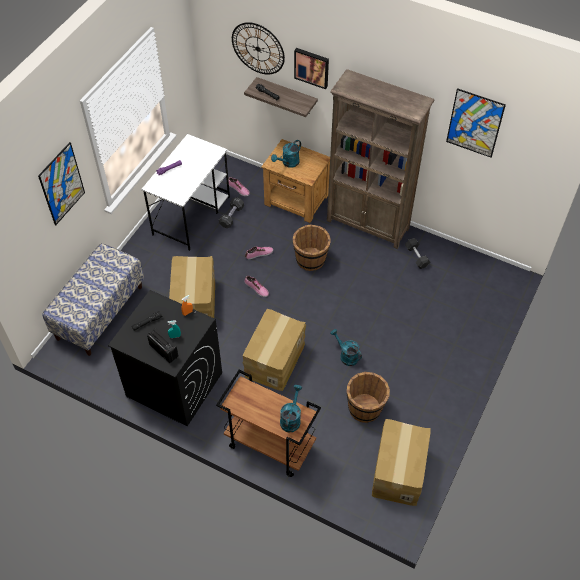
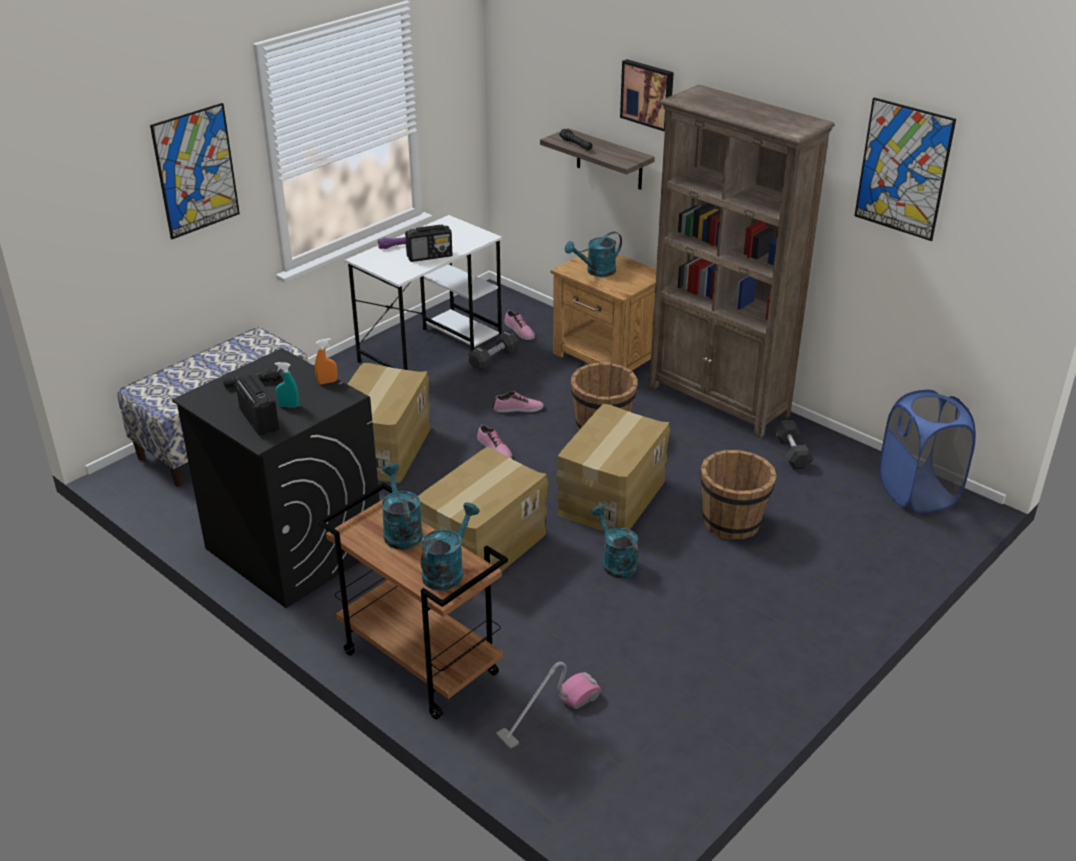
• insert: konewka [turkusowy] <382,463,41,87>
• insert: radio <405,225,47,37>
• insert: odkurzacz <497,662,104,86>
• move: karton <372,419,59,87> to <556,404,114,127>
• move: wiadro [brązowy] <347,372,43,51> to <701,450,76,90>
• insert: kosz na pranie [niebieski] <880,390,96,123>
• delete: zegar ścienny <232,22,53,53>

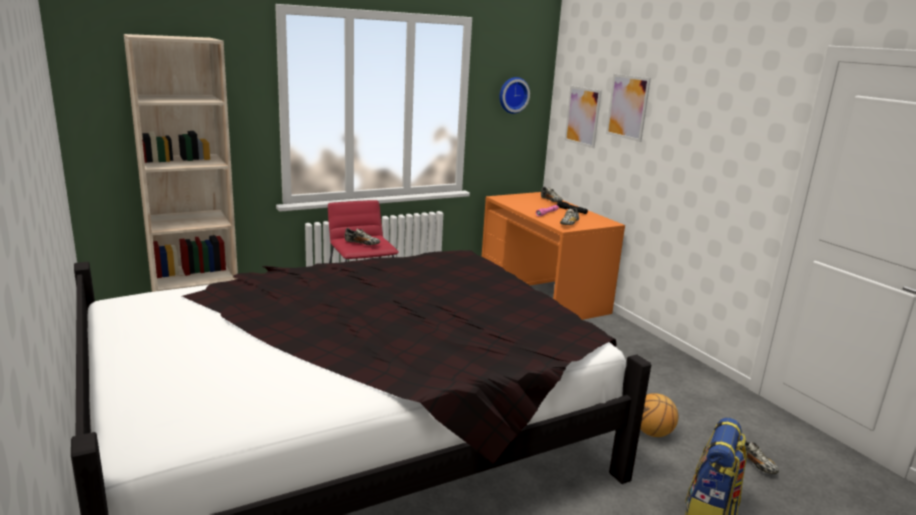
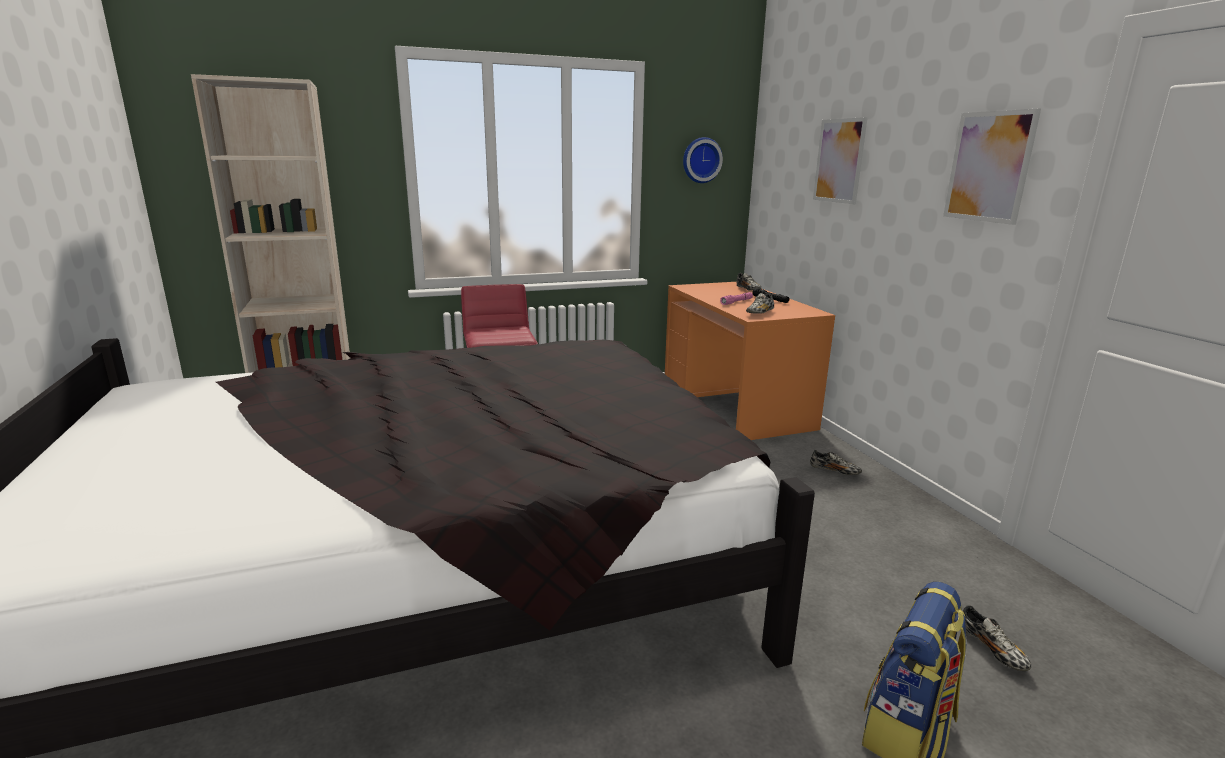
• move: but <345,228,35,17> to <810,450,52,25>
• move: obraz <565,86,37,62> to <943,109,98,116>
• delete: piłka do koszykówki <640,393,38,44>

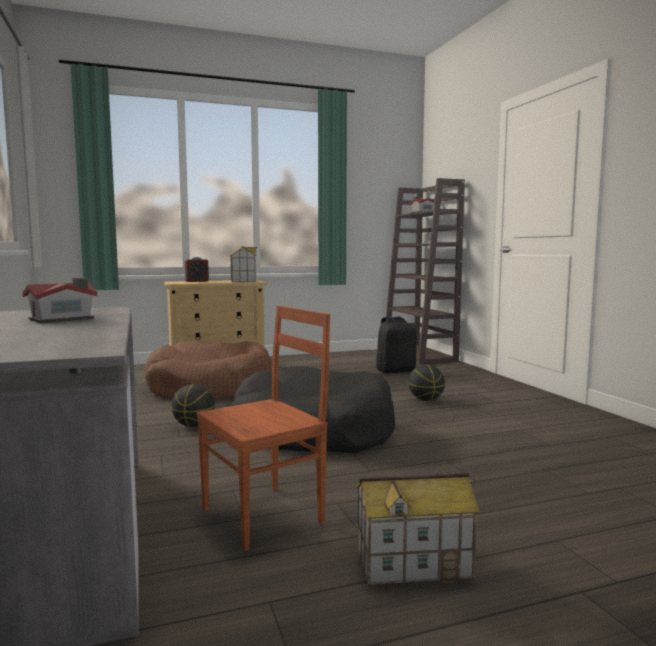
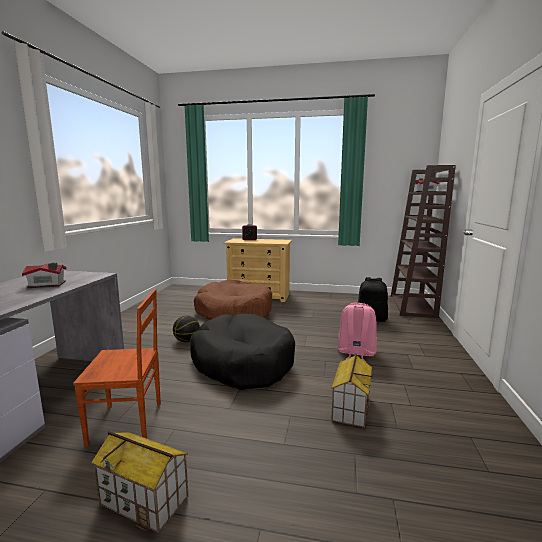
• move: domek <230,246,27,37> to <331,354,42,74>
• replace: piłka do koszykówki <408,365,37,36> to plecak [różowy] <337,303,40,59>

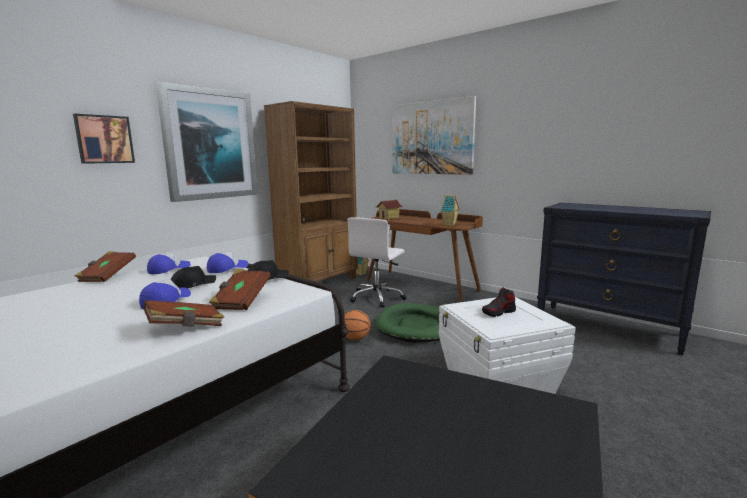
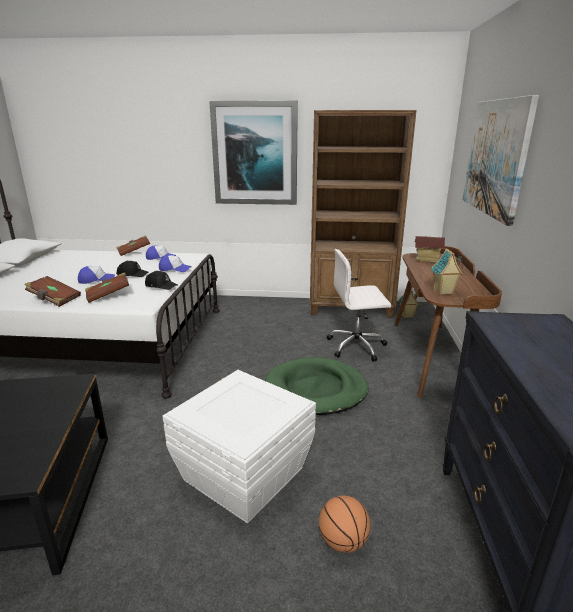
• move: piłka do koszykówki <344,310,27,30> to <319,495,52,58>
• delete: obraz <73,114,62,50>
• delete: but <482,287,34,30>

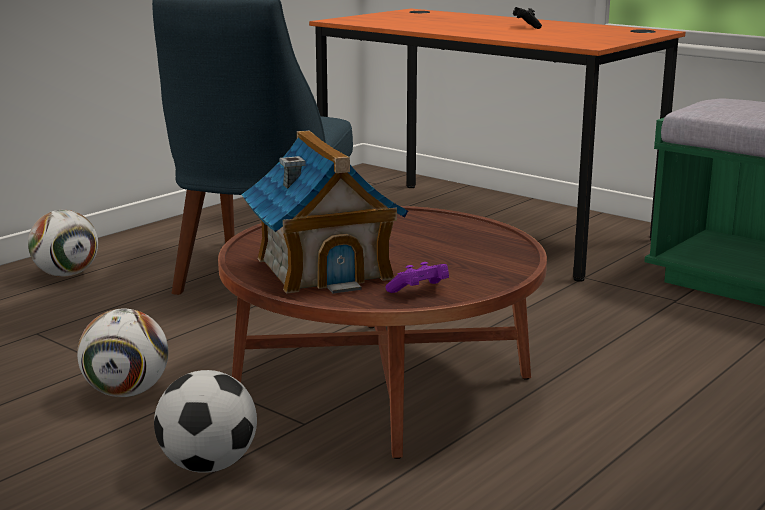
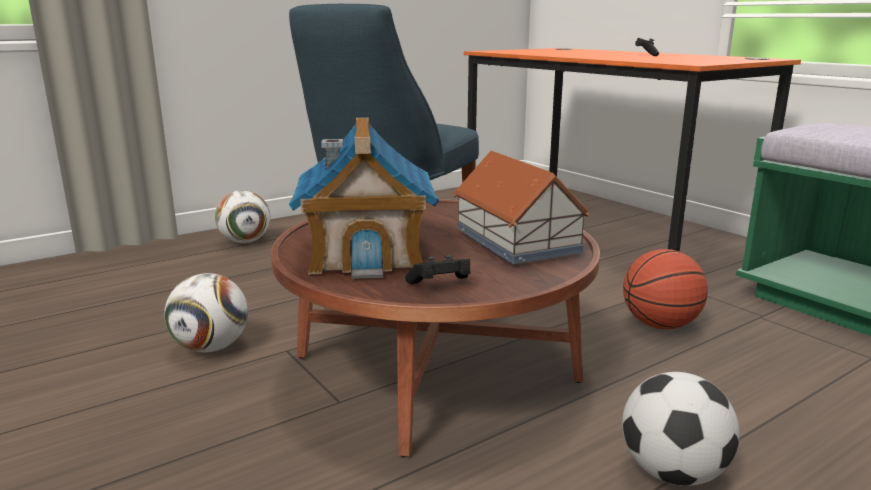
• recolor: pad do gier [fioletowy] <385,262,64,31> to pad do gier [czarny] <405,255,66,29>
• insert: domek <453,151,137,113>
• move: piłka futbolowa <154,370,103,103> to <622,372,118,114>
• insert: piłka do koszykówki <623,249,85,80>

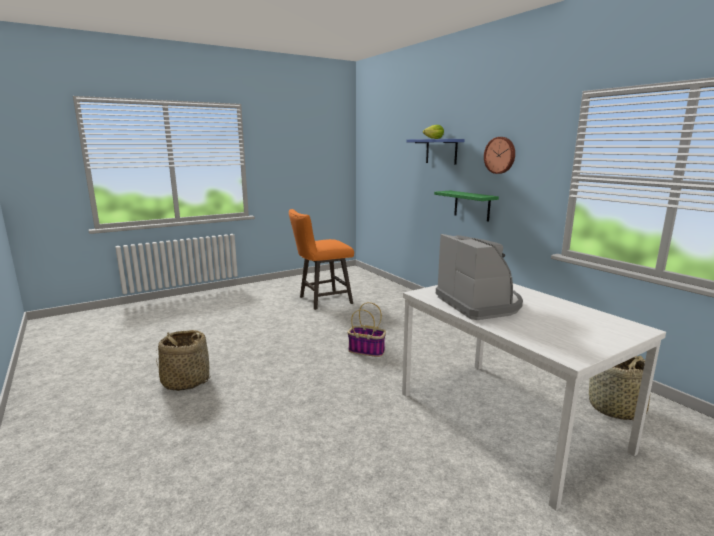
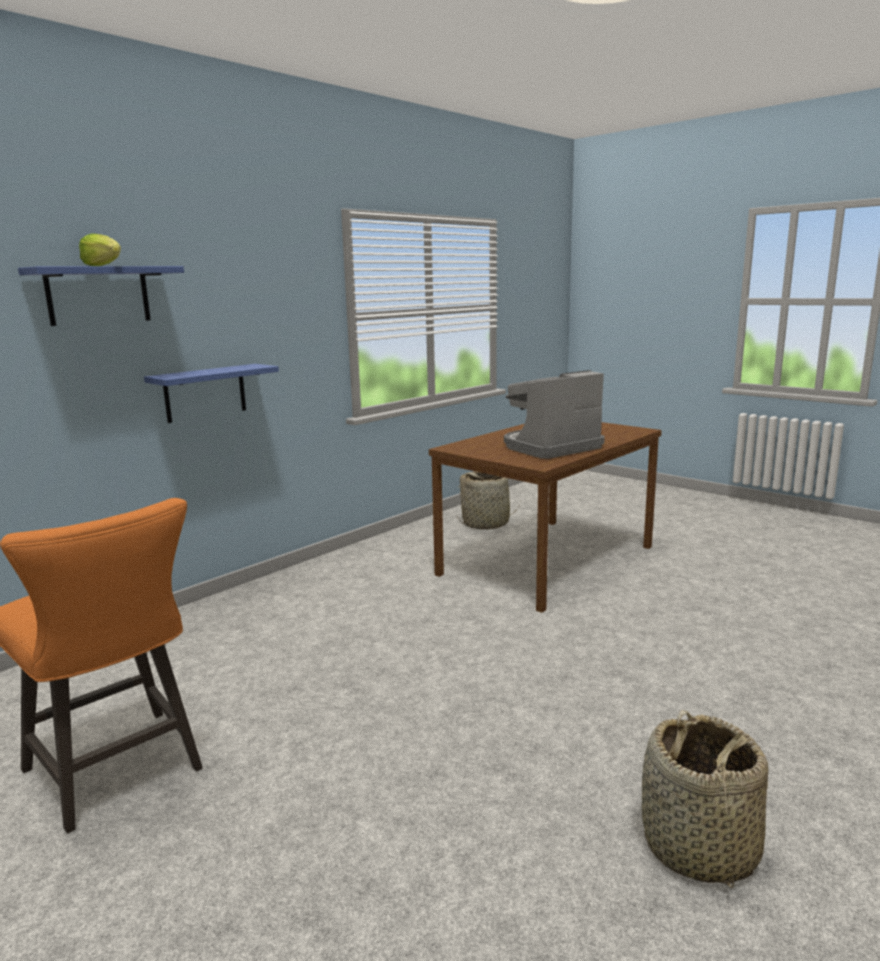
• recolor: półka [zielony] <434,191,65,31> to półka [niebieski] <144,364,135,59>
• recolor: stół jadalny [biały] <402,283,264,228> to stół jadalny [brązowy] <429,422,233,191>
• delete: koszyk <348,302,38,55>
• delete: zegar ścienny <484,137,31,37>

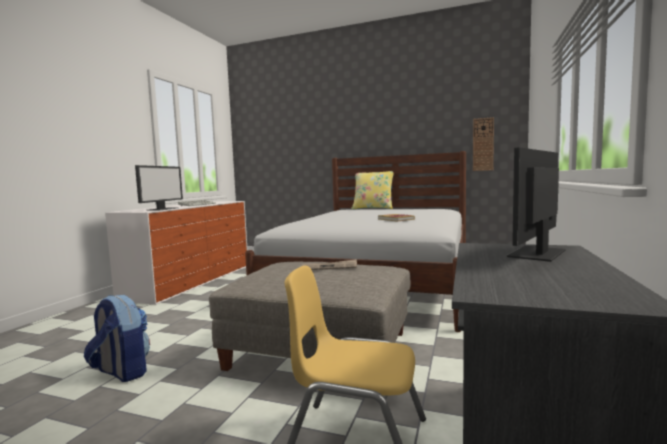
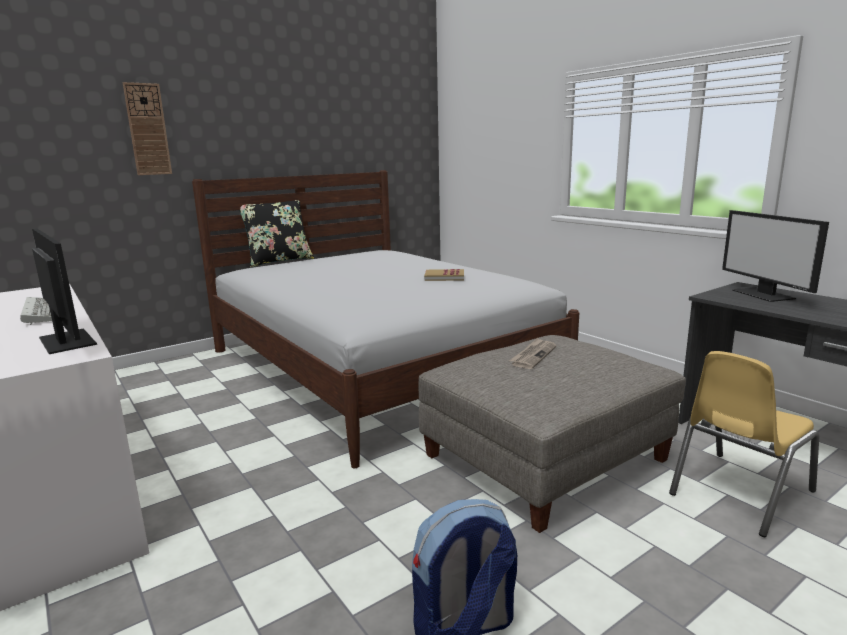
• move: zegar ścienny <473,117,21,54> to <123,82,49,93>
• recolor: poduszka [żółty] <351,171,43,38> to poduszka [czarny] <239,200,75,67>

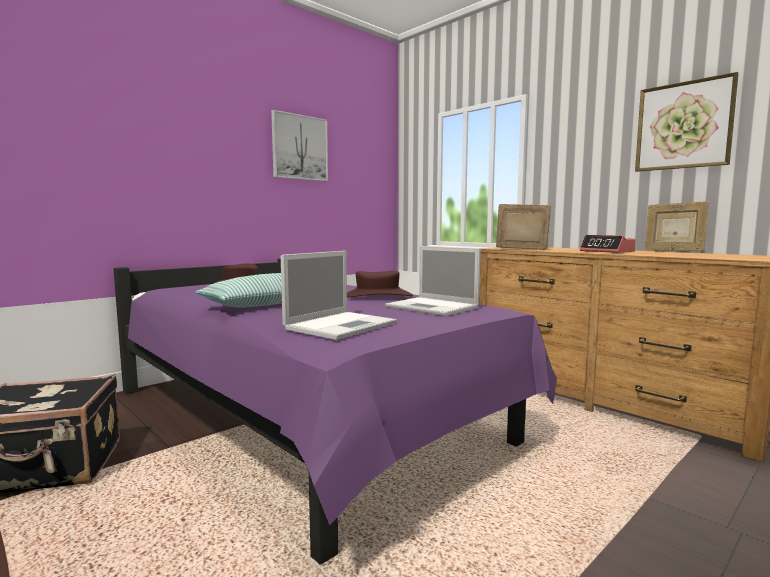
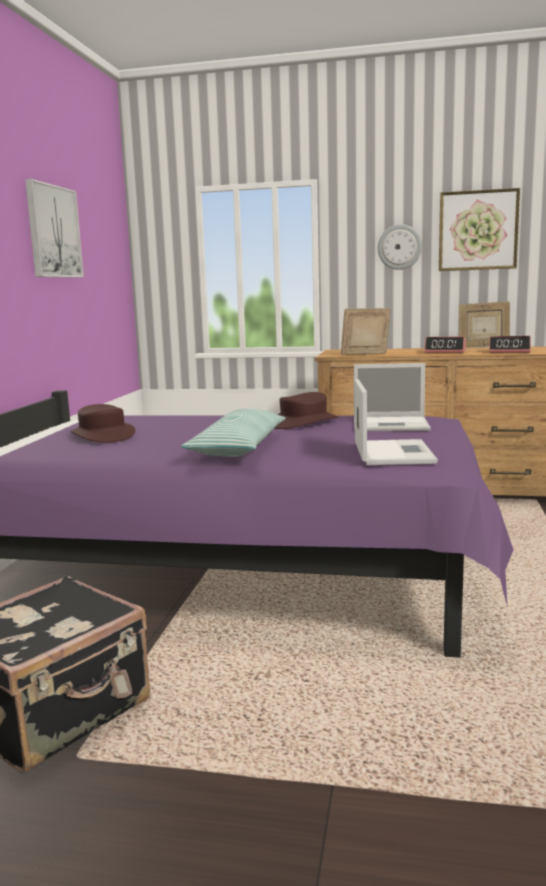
• insert: zegar ścienny <378,224,44,46>
• insert: budzik <489,336,42,17>

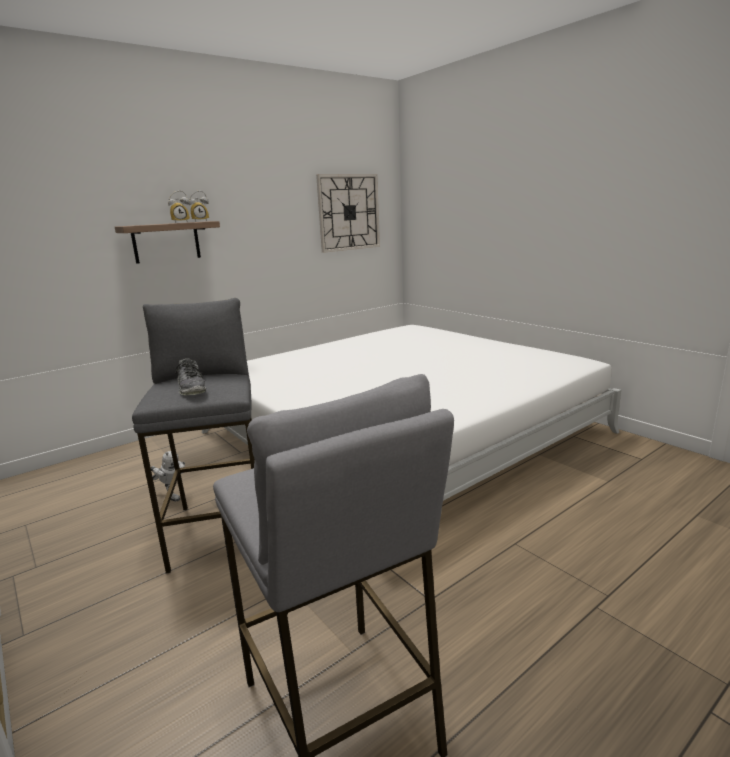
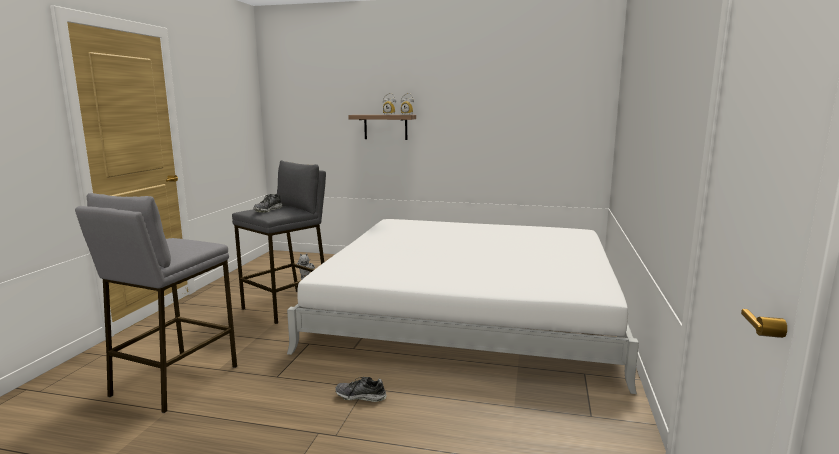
• insert: but <335,377,51,25>
• delete: zegar ścienny <316,174,64,79>

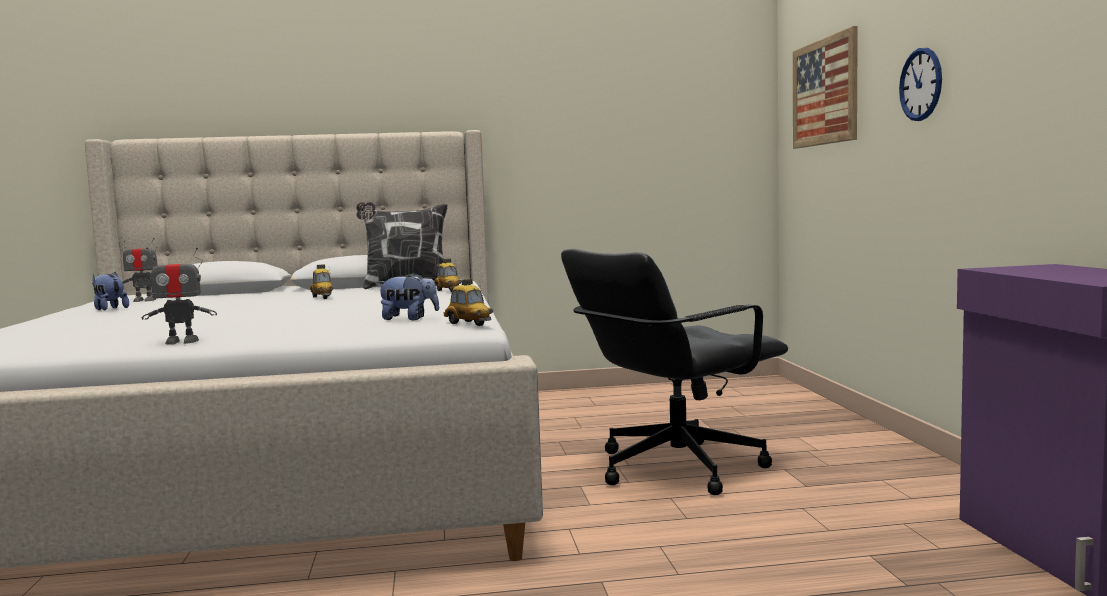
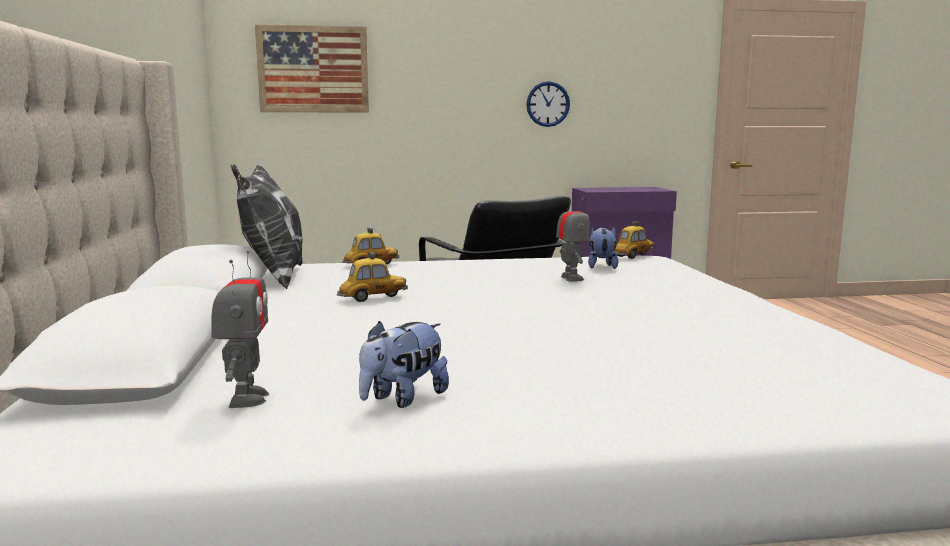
• move: zegar ścienny <899,48,43,73> to <526,81,44,46>
• move: robot zabawkowy <142,247,75,98> to <556,197,34,85>

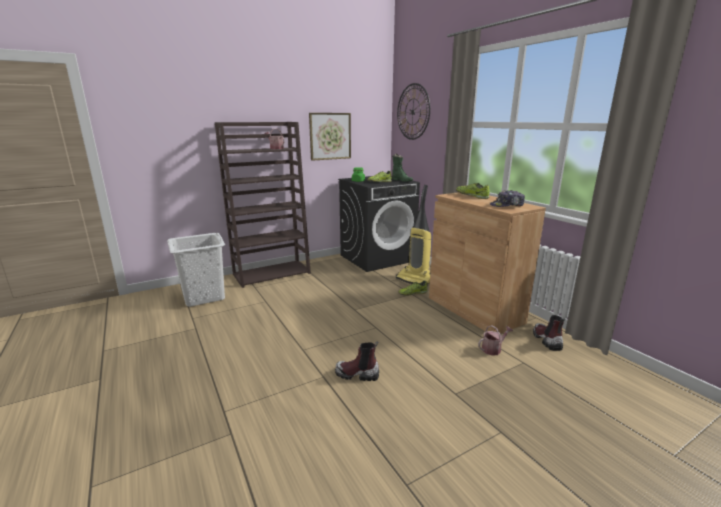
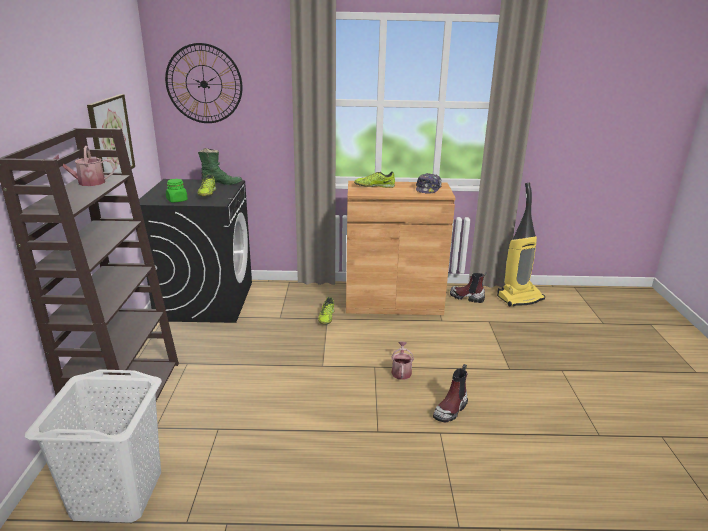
• move: konewka <478,325,35,31> to <391,342,23,38>
• move: odkurzacz <396,185,35,100> to <497,183,48,123>

